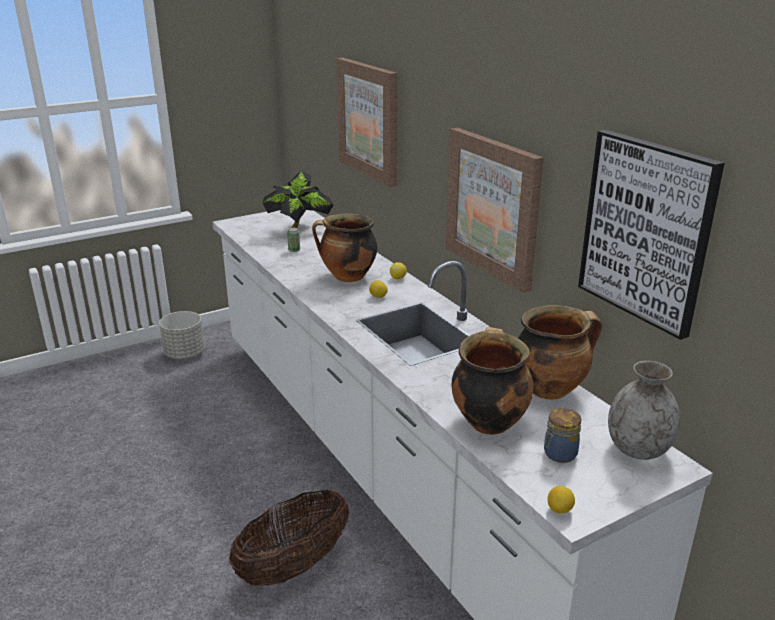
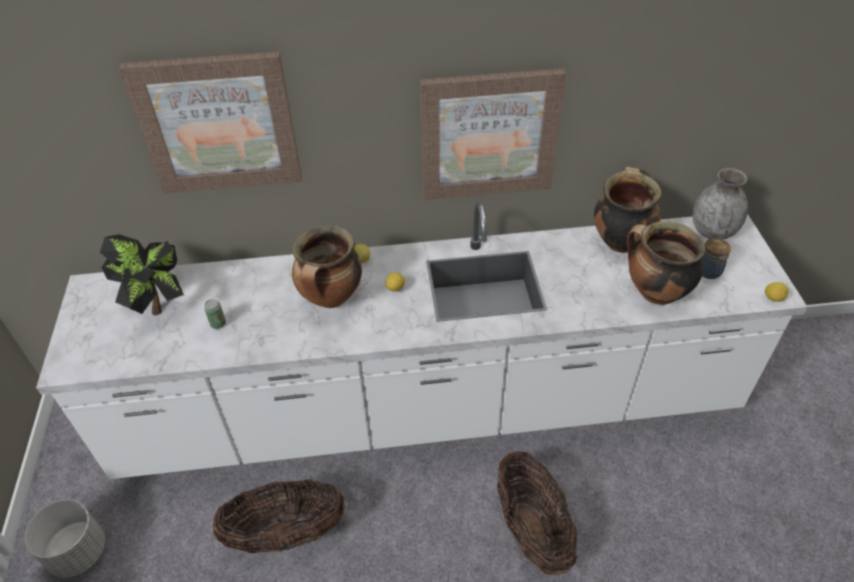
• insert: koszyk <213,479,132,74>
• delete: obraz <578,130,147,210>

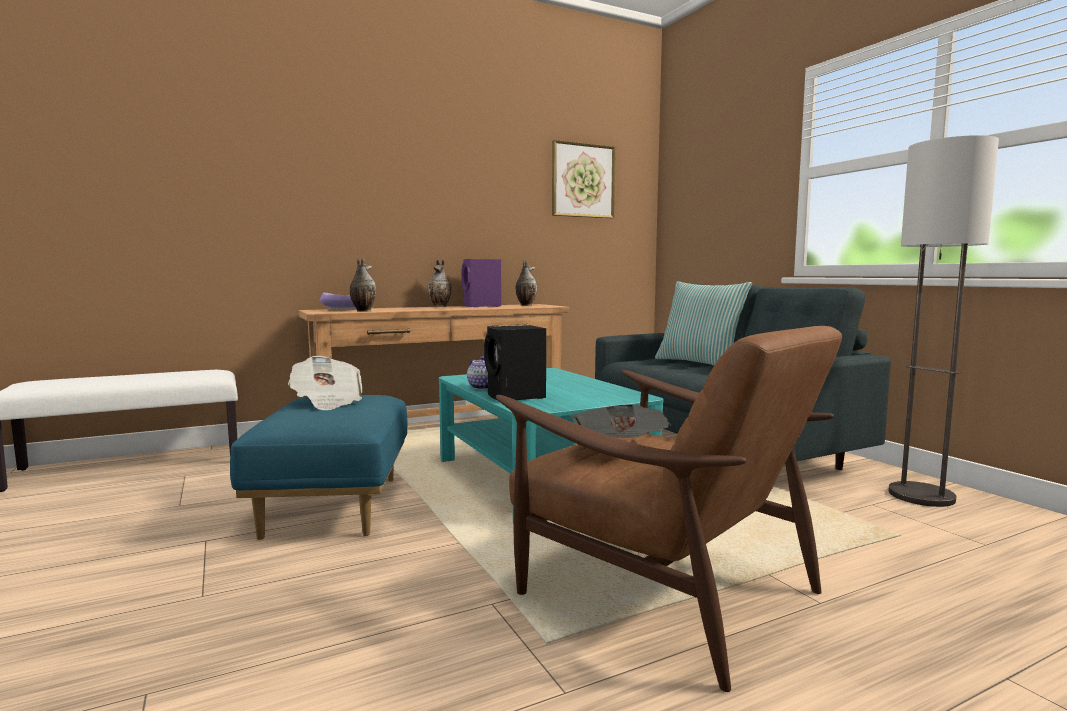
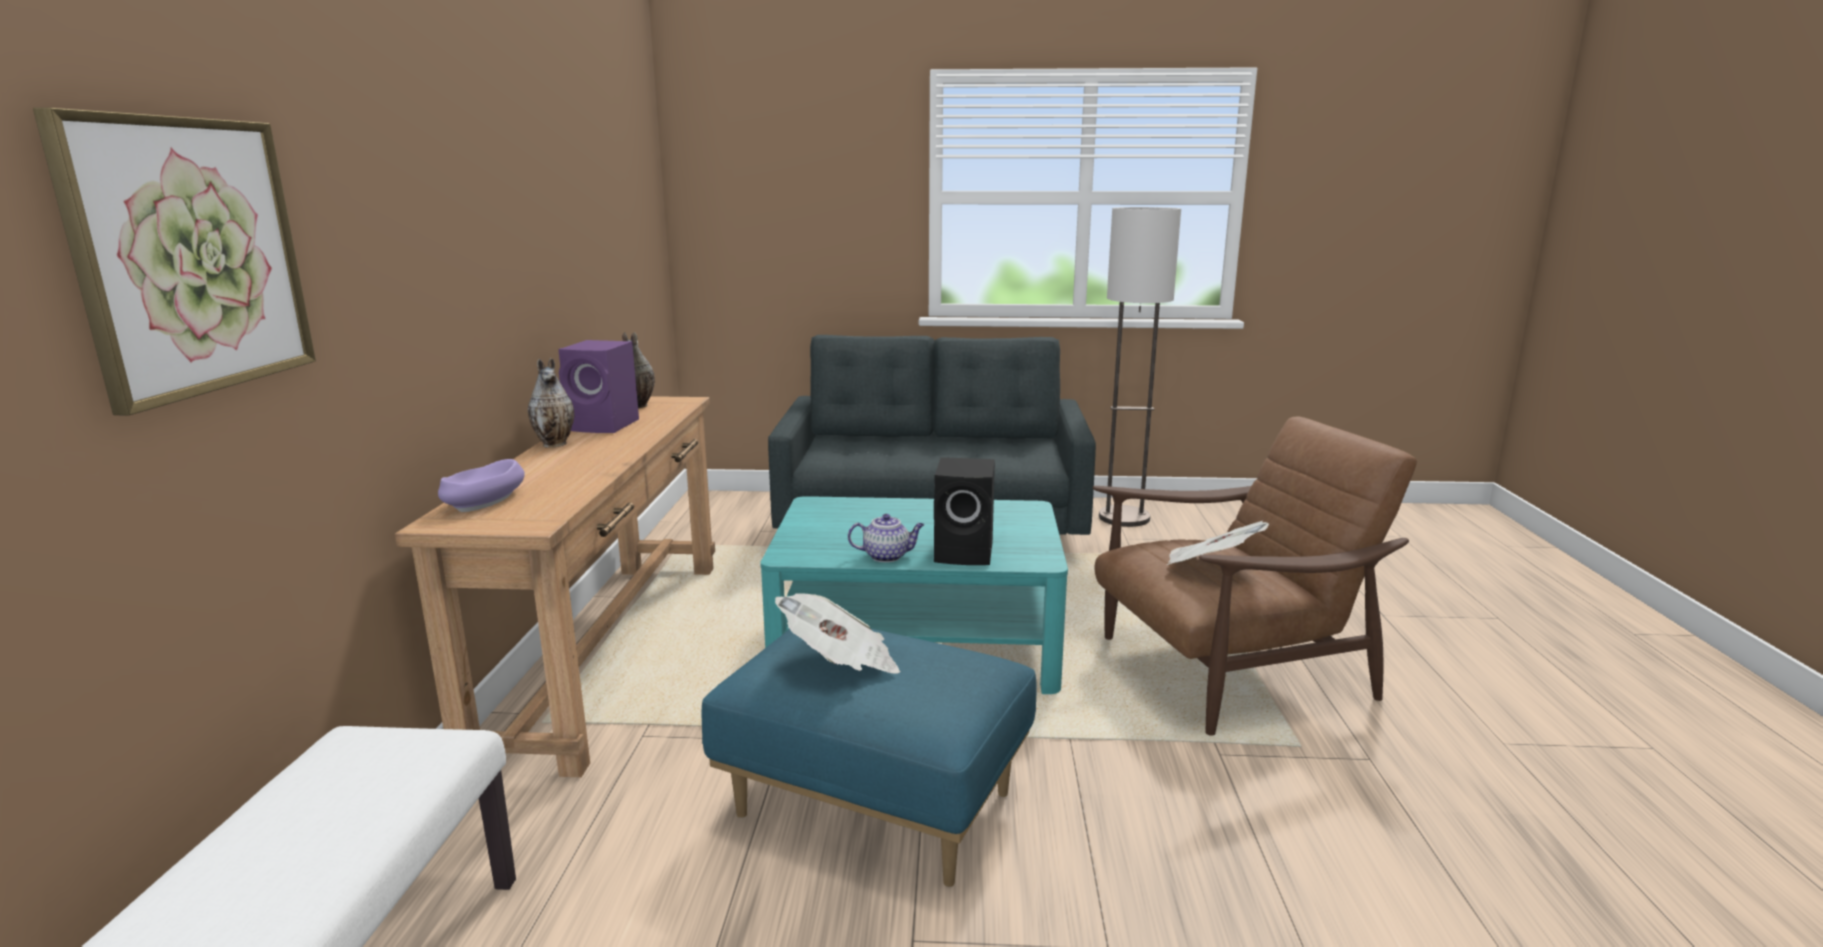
• move: obraz <552,140,63,78> to <33,108,283,308>
• delete: wazon <350,258,26,54>
• delete: poduszka <655,281,97,84>

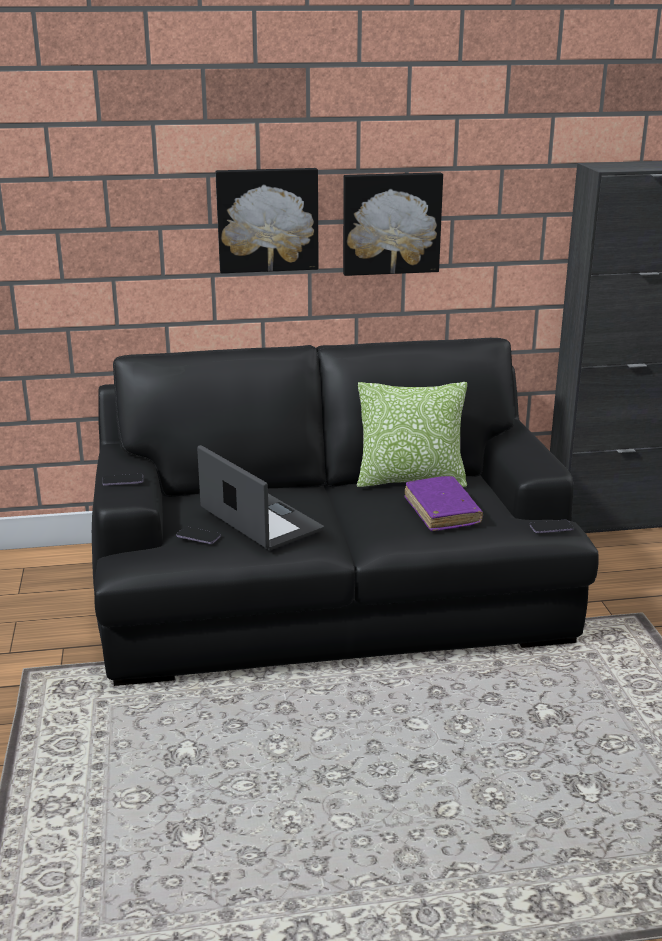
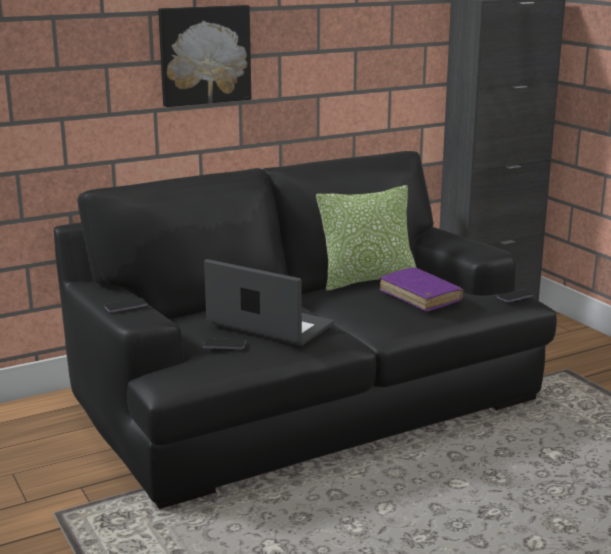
• delete: obraz <343,172,100,104>

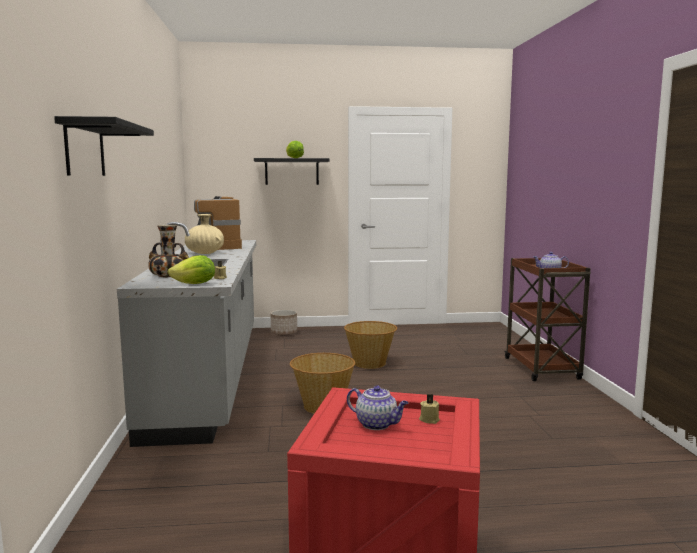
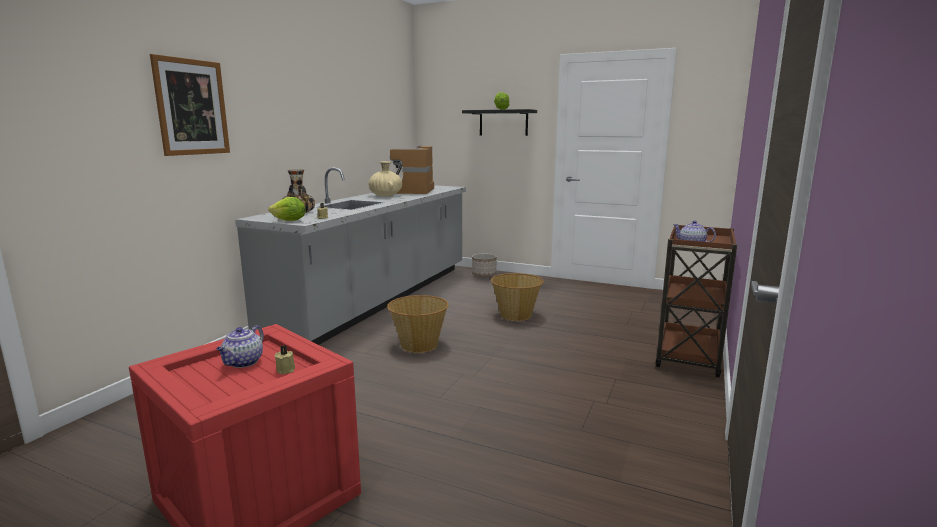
• replace: półka [czarny] <54,116,100,60> to obraz <150,54,80,102>
• rotate: imbryk <347,385,61,45> = <216,325,48,43> 45 degrees clockwise

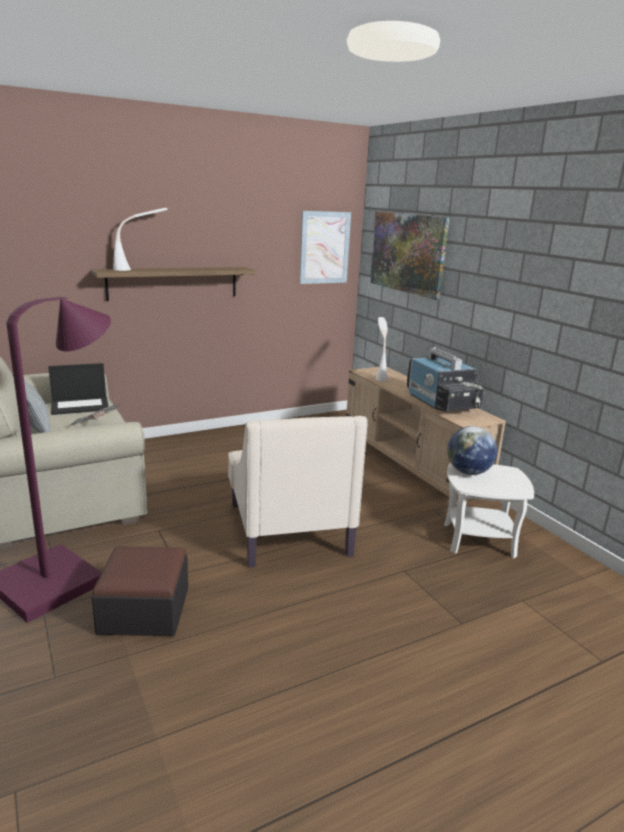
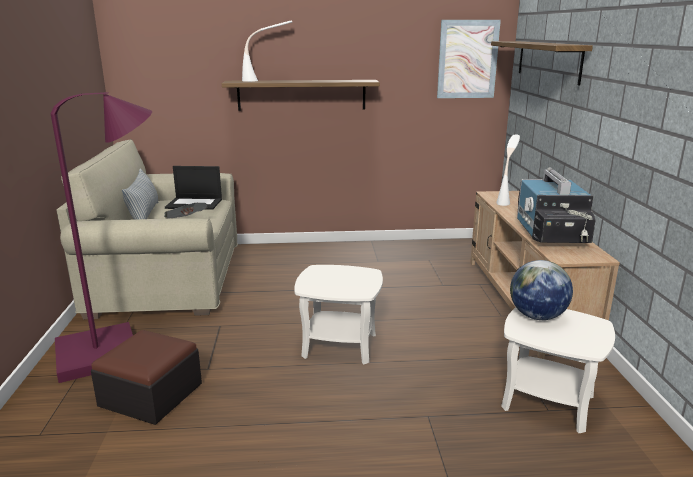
• replace: fotel [beżowy] <228,416,140,152> to stolik [biały] <294,265,89,99>
• replace: obraz <371,212,79,88> to półka <491,41,102,44>

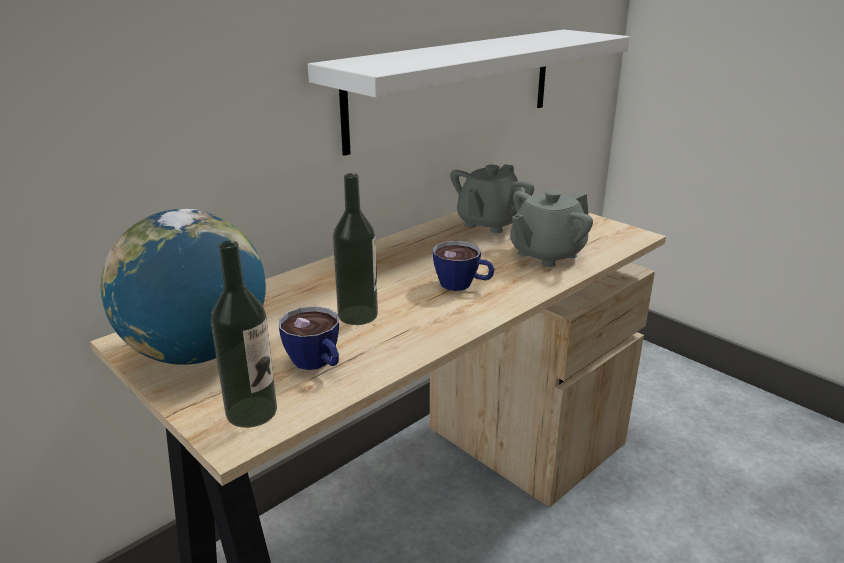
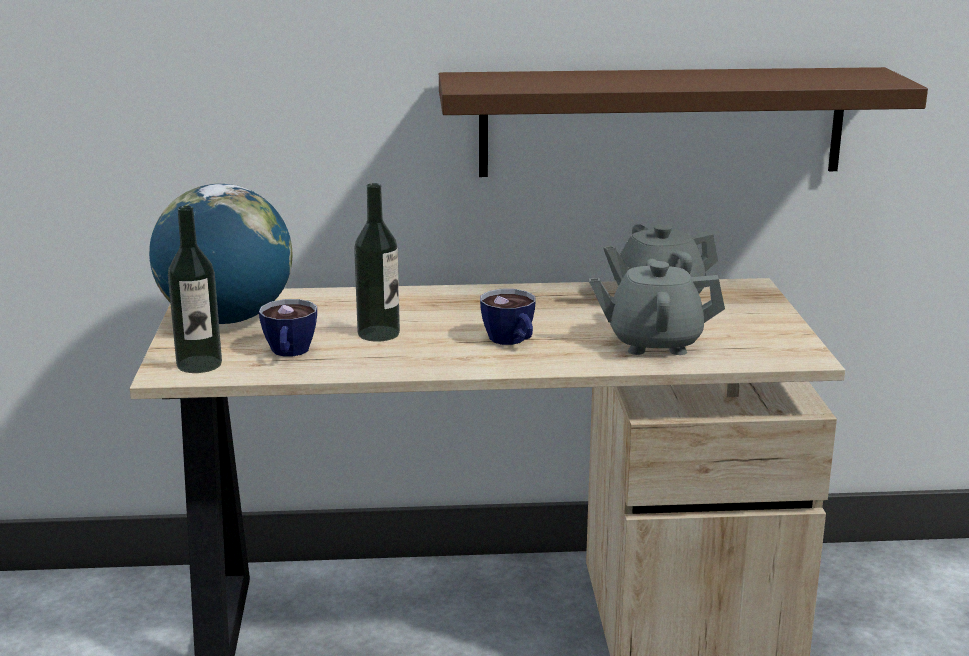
• recolor: półka [biały] <308,30,322,126> to półka [brązowy] <439,67,489,110>

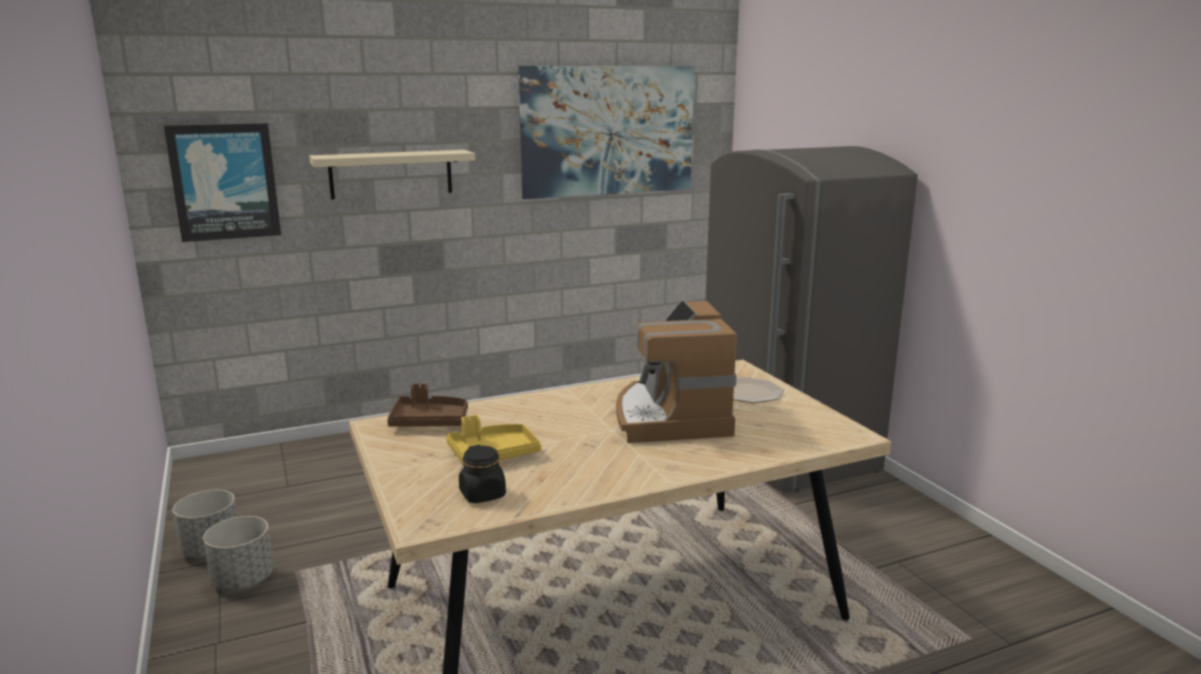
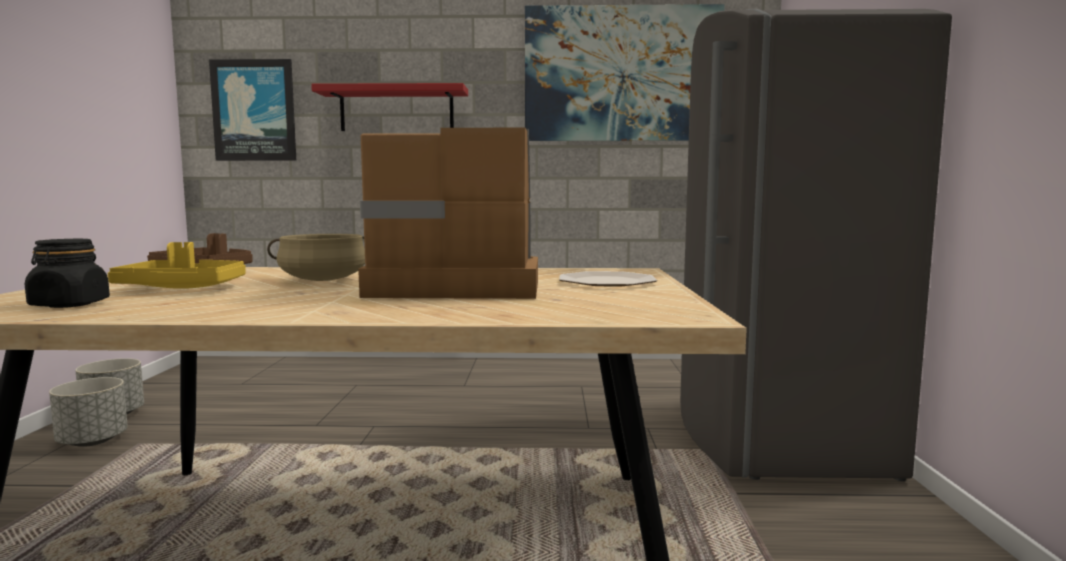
• insert: garnek [beżowy] <267,234,98,47>
• recolor: półka [beżowy] <309,150,166,49> to półka [czerwony] <311,83,157,48>
• rotate: ekspres do kawy <616,300,121,143> = <358,128,180,171> 75 degrees clockwise

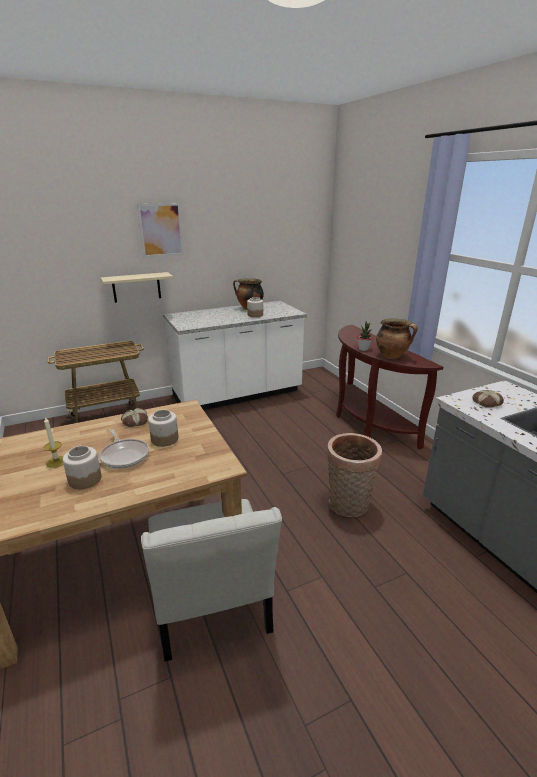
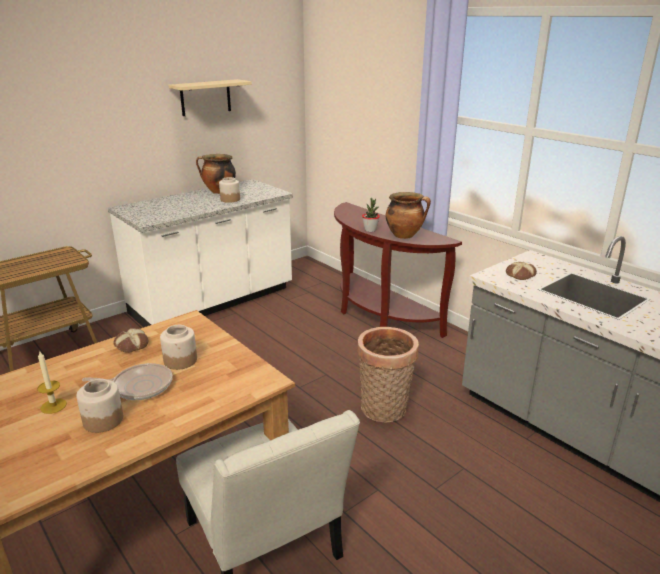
• rotate: patelnia <99,429,50,40> = <82,363,91,37> 45 degrees counterclockwise
• move: półka [beżowy] <101,272,72,31> to <168,79,84,37>
• delete: obraz <137,203,47,55>

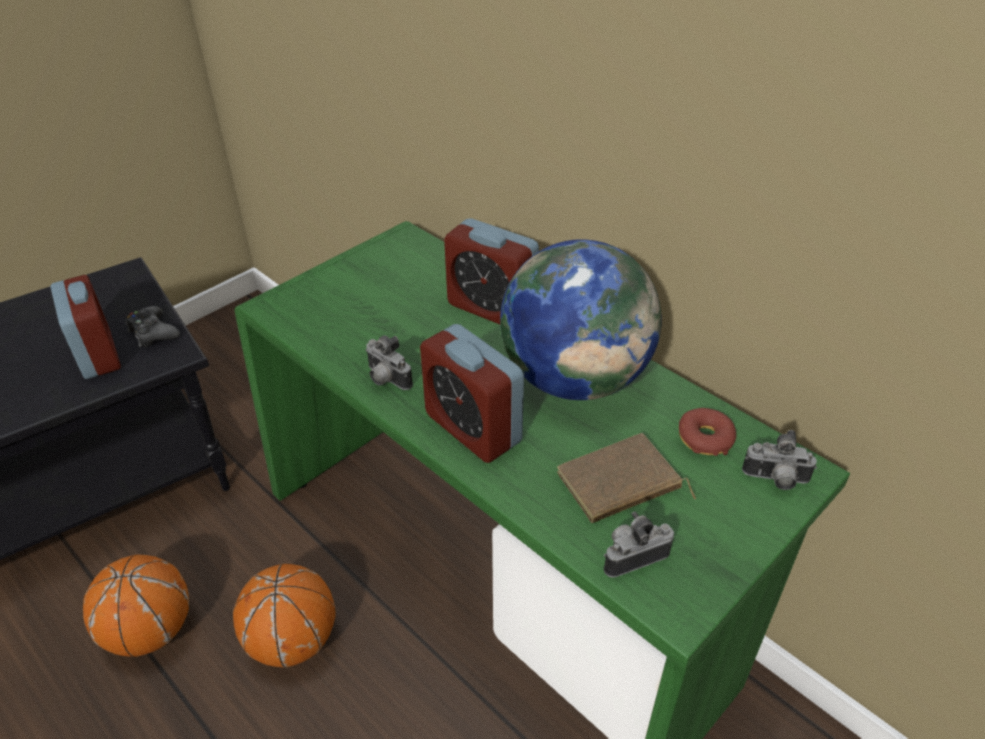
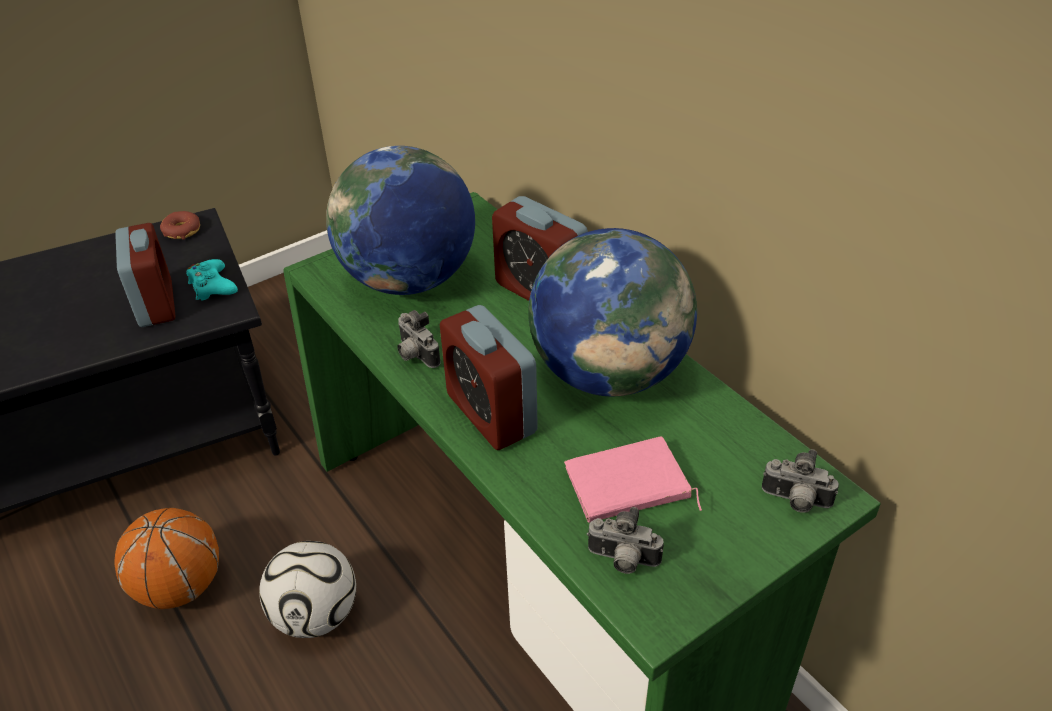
• move: donut <679,408,57,48> to <160,211,40,29>
• recolor: pad do gier [czarny] <125,306,55,41> to pad do gier [turkusowy] <186,259,52,41>
• replace: piłka do koszykówki <233,564,103,104> to piłka futbolowa <259,541,97,97>
• insert: globus <326,146,149,149>
• recolor: książka [brązowy] <557,433,139,90> to książka [różowy] <564,436,138,87>
• rotate: aparat fotograficzny <604,511,70,67> = <587,507,77,67> 150 degrees counterclockwise

